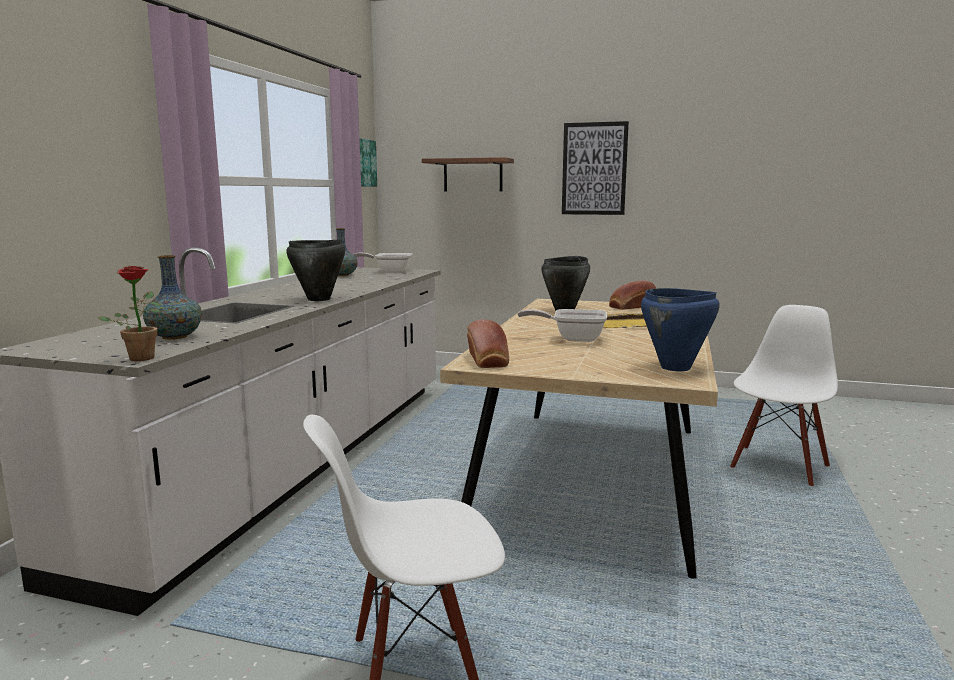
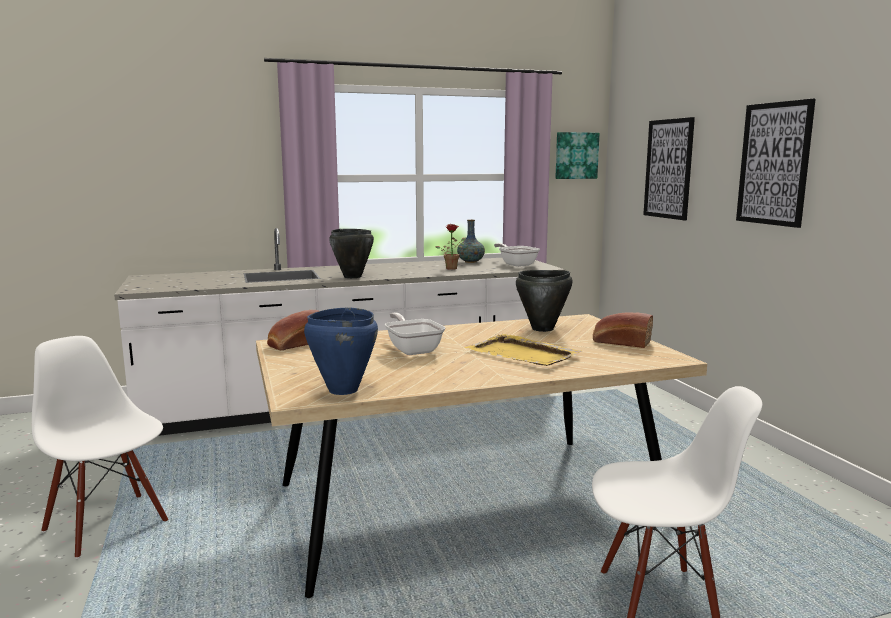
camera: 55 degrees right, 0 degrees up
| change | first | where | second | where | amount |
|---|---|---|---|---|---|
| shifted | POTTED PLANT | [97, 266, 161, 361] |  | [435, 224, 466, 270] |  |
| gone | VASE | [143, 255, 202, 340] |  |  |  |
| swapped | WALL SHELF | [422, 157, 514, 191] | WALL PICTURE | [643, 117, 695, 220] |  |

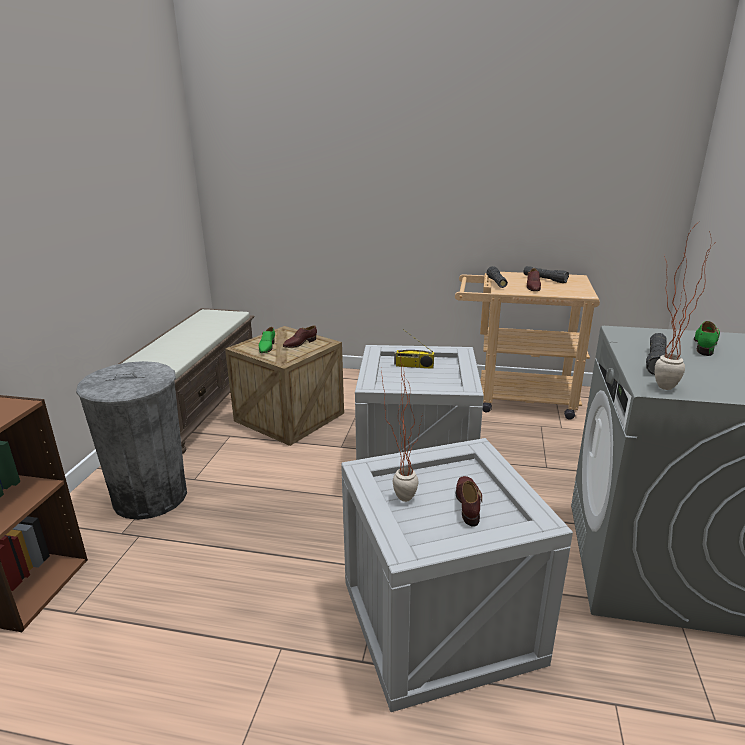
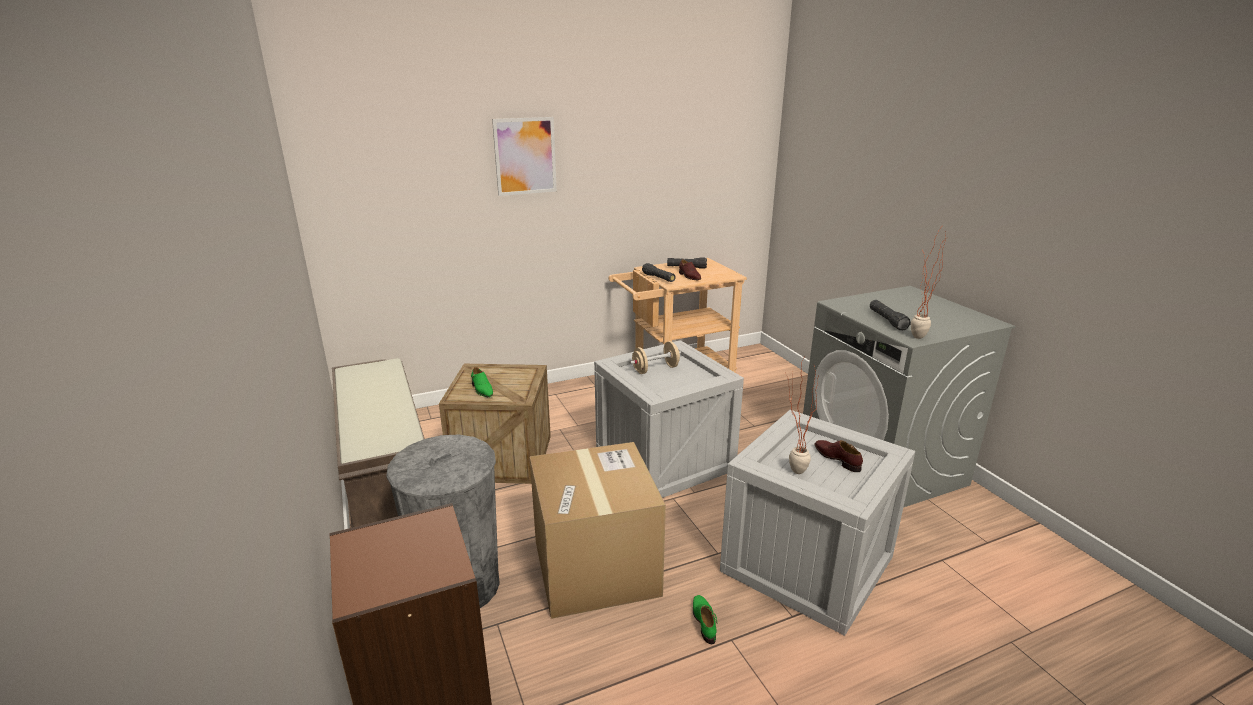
camera: 35 degrees left, 0 degrees up
| change | first | where | second | where | amount |
|---|---|---|---|---|---|
| gone | BROWN-COLOURED SHOE | [283, 325, 317, 348] |  |  |  |
| swapped | RADIO SET | [394, 329, 434, 369] | SAND-COLOURED HAND WEIGHT | [630, 341, 681, 374] |  |
| shifted | GREEN SHOE | [694, 321, 720, 356] |  | [693, 595, 717, 644] |  |
| new |  |  | WALL PICTURE | [492, 117, 557, 196] |  |
| new |  |  | CARTON | [530, 442, 666, 619] |  |

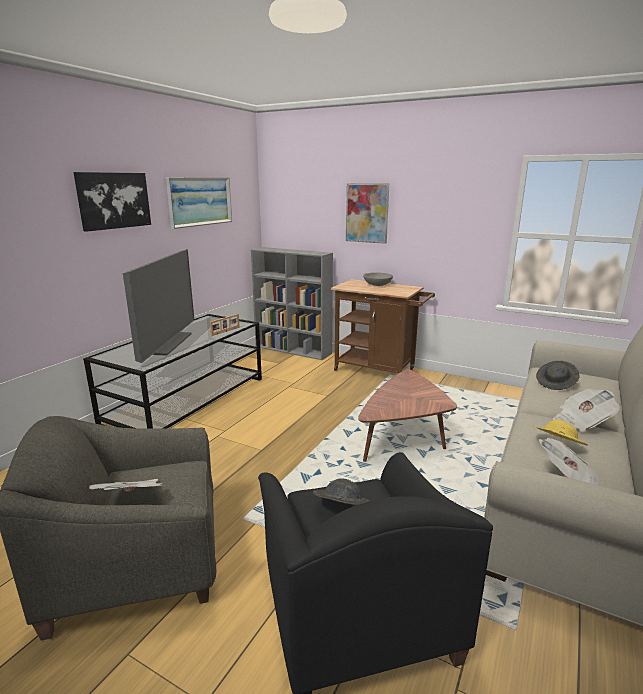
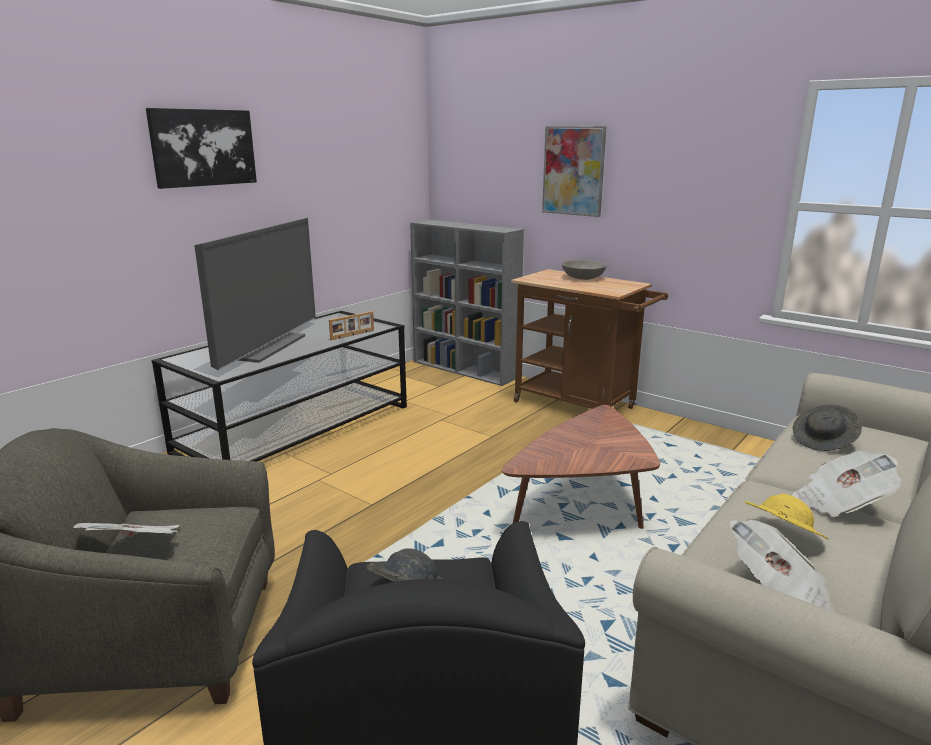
camera: 10 degrees right, 0 degrees up
| change | first | where | second | where | amount |
|---|---|---|---|---|---|
| gone | WALL PICTURE | [166, 177, 232, 229] |  |  |  |

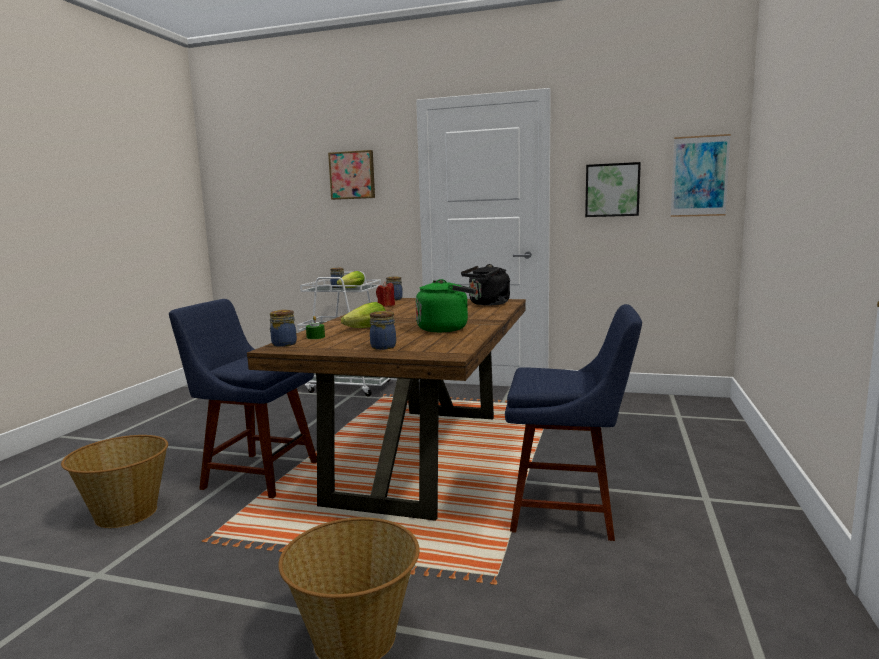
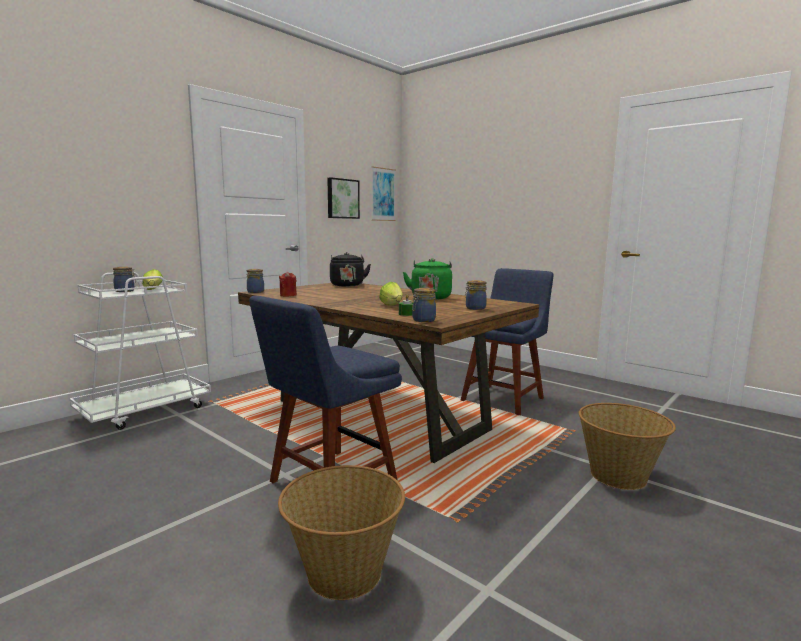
camera: 65 degrees left, 0 degrees up
| change | first | where | second | where | amount |
|---|---|---|---|---|---|
| gone | WALL PICTURE | [328, 150, 375, 200] |  |  |  |

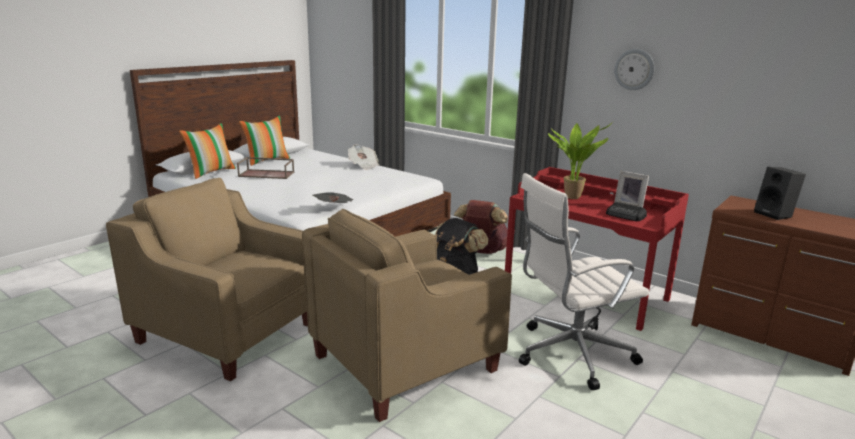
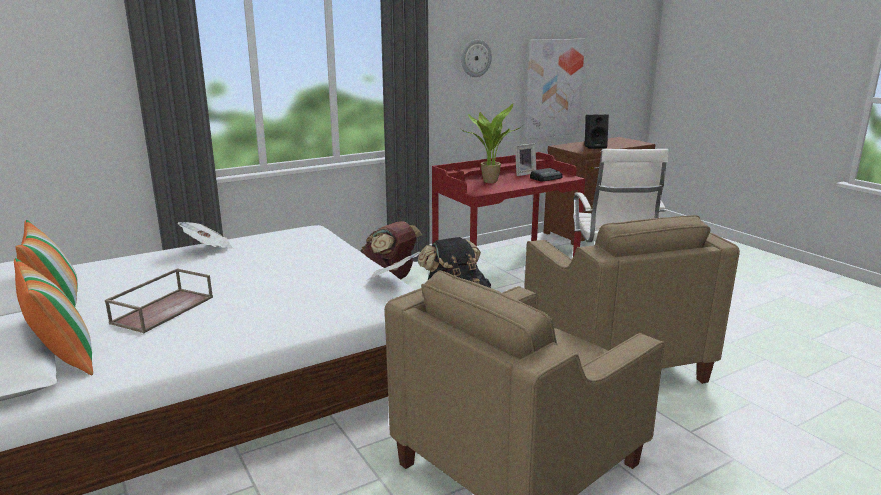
camera: 70 degrees left, 0 degrees up
| change | first | where | second | where | amount |
|---|---|---|---|---|---|
| new |  |  | WALL PICTURE | [525, 39, 585, 139] |  |

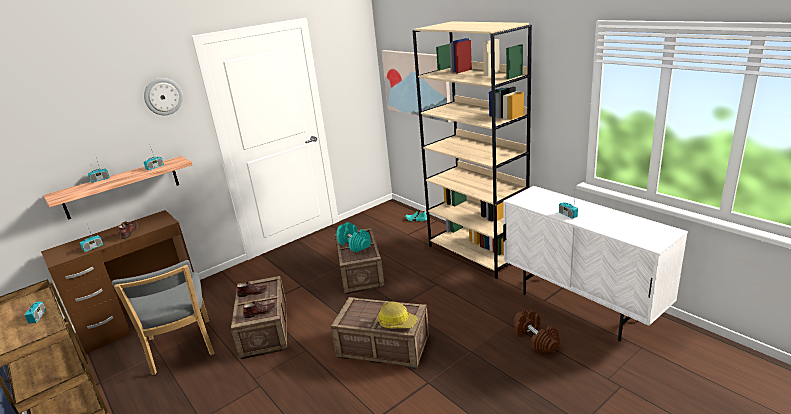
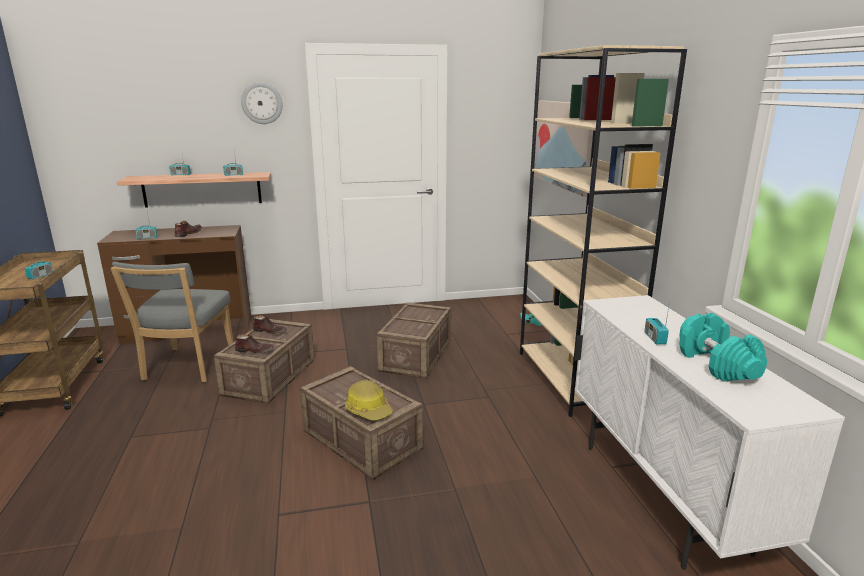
camera: 25 degrees right, 5 degrees down
| change | first | where | second | where | amount |
|---|---|---|---|---|---|
| shifted | BLUE-GREEN HAND WEIGHT | [337, 222, 371, 252] |  | [679, 313, 767, 382] |  |
| gone | BROWN-COLOURED HAND WEIGHT | [514, 310, 560, 354] |  |  |  |

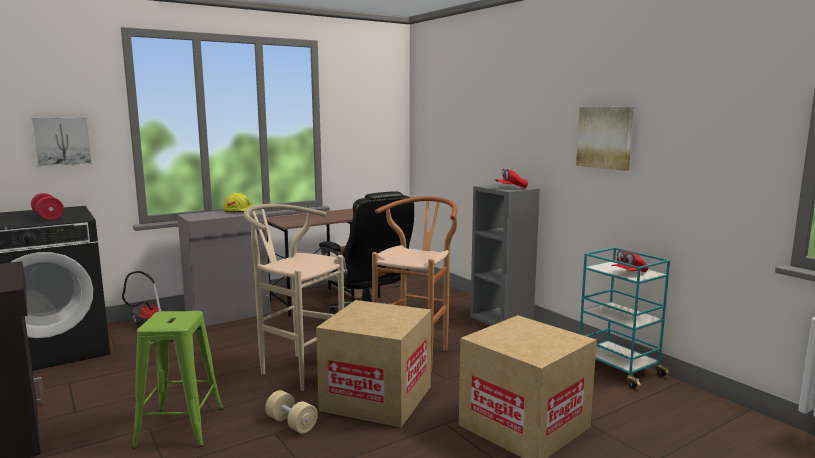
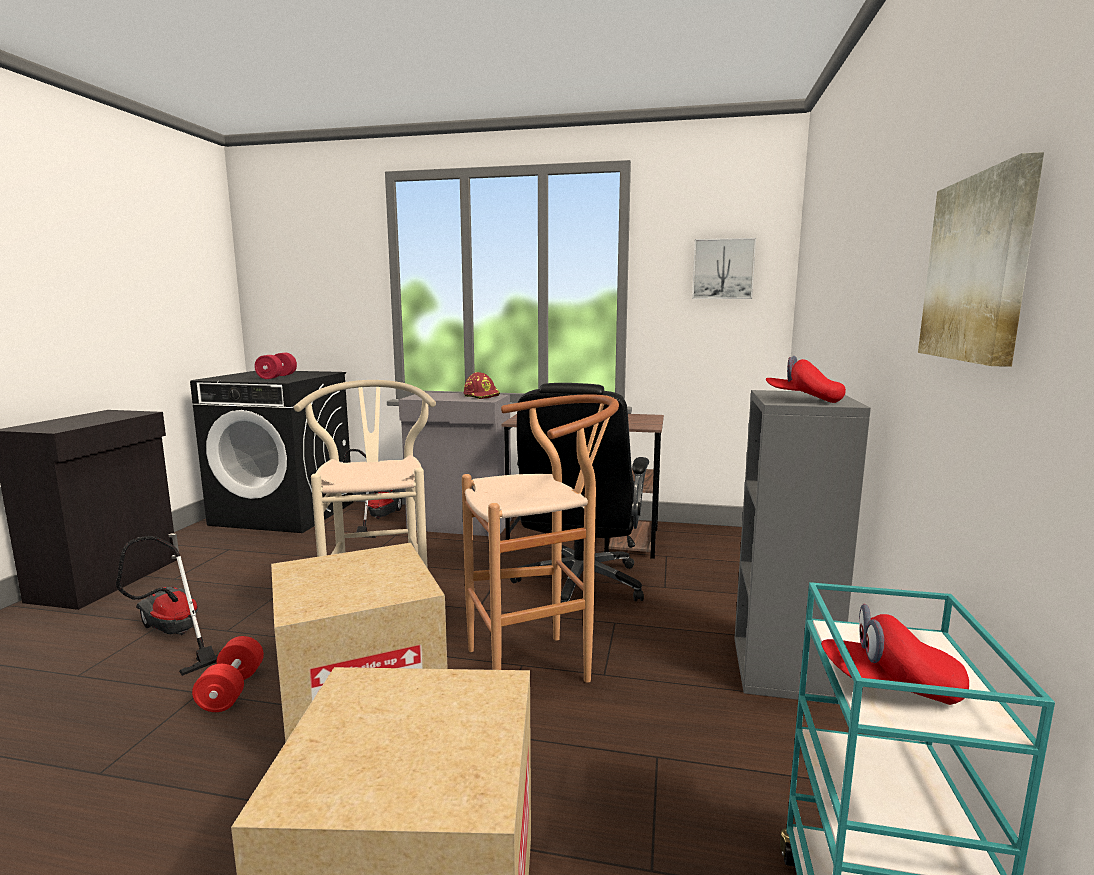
camera: 45 degrees right, 0 degrees up
| change | first | where | second | where | amount |
|---|---|---|---|---|---|
| shifted | WALL PICTURE | [31, 117, 93, 167] |  | [692, 238, 756, 299] |  |
| swapped | GREEN STOOL SEAT | [132, 311, 223, 449] | VACUUM | [116, 536, 220, 676] |  |
| repainted | YELLOWISH WORK HELMET | [223, 193, 254, 213] | RED WORK HELMET | [464, 372, 500, 399] |  |
| repainted | SAND-COLOURED HAND WEIGHT | [265, 390, 318, 434] | RED HAND WEIGHT | [192, 636, 264, 712] |  |

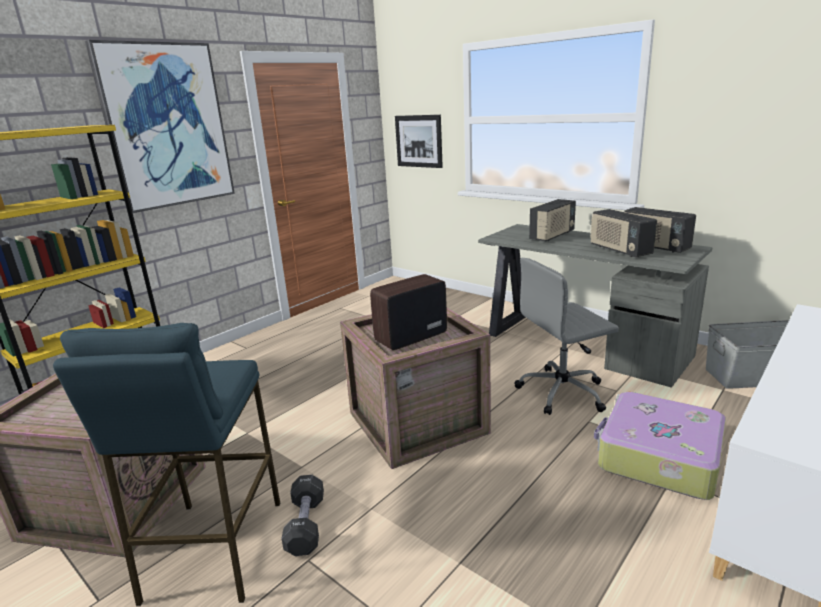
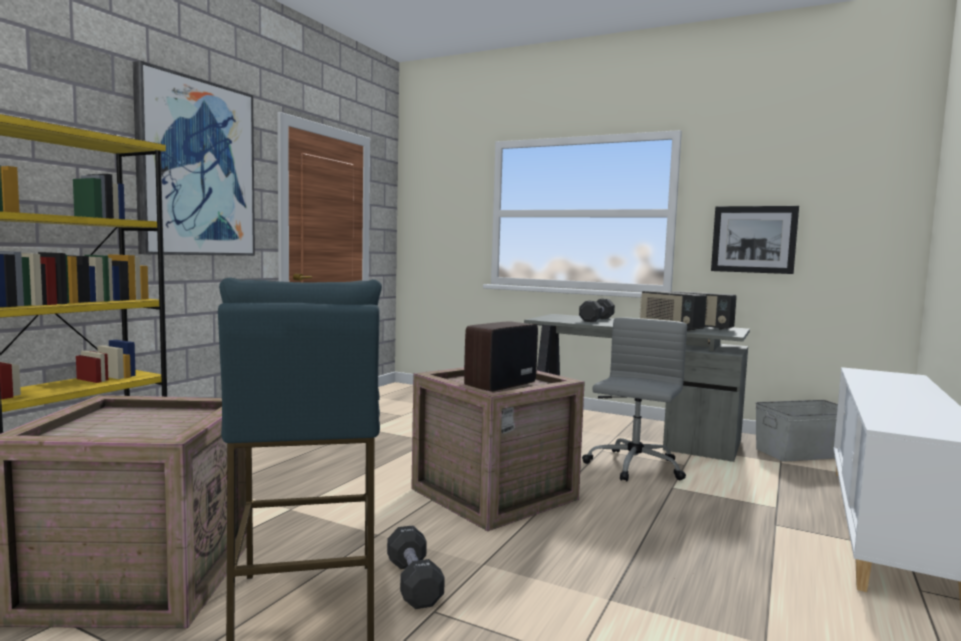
camera: 15 degrees left, 15 degrees down
| change | first | where | second | where | amount |
|---|---|---|---|---|---|
| shifted | WALL PICTURE | [395, 115, 443, 168] |  | [711, 206, 799, 274] |  |
| rotated | GREYISH OFFICE CHAIR | [515, 258, 619, 415] |  | [582, 317, 687, 481] | 150 degrees clockwise |
| swapped | RADIO SET | [529, 199, 576, 241] | BLACK HAND WEIGHT | [579, 299, 615, 322] |  |
| gone | SUITCASE | [594, 392, 726, 500] |  |  |  |

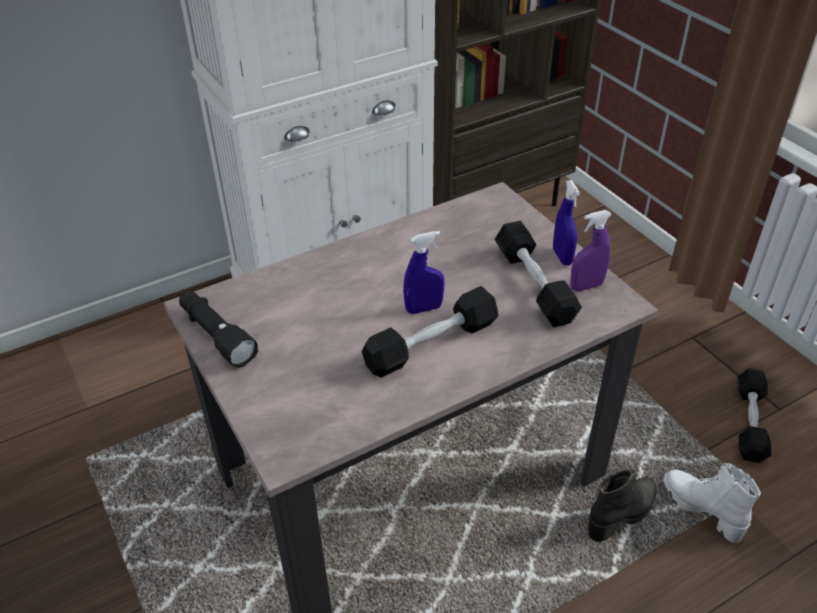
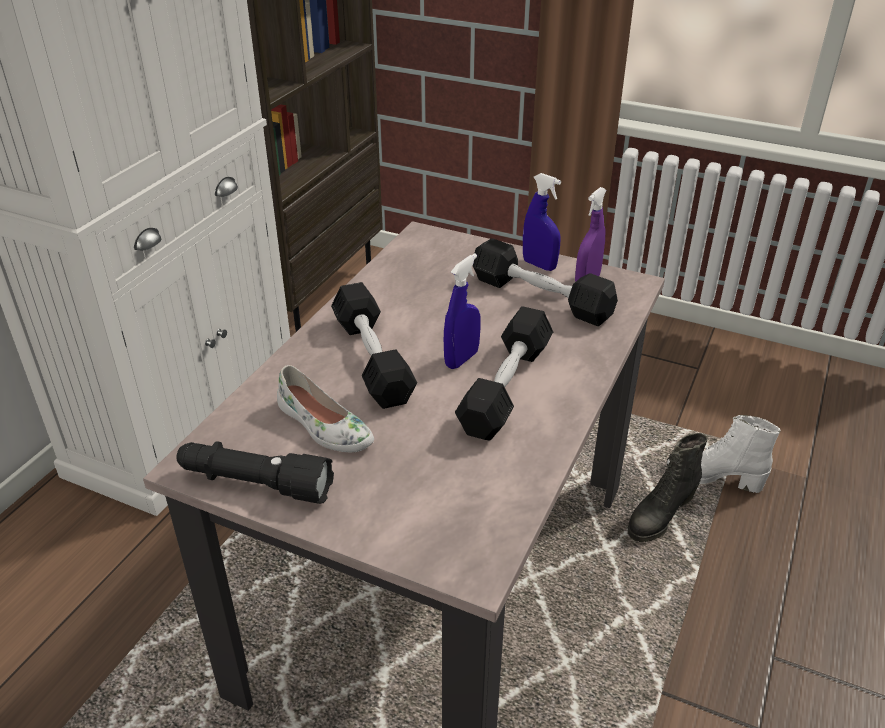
camera: 35 degrees left, 5 degrees down
| change | first | where | second | where | amount |
|---|---|---|---|---|---|
| rotated | BLACK TALL BOOT | [589, 468, 657, 542] |  | [628, 433, 708, 542] | 150 degrees counterclockwise |
| shifted | BLACK HAND WEIGHT | [737, 368, 771, 463] |  | [331, 282, 417, 409] |  |
| new |  |  | WHITISH SHOE | [277, 365, 374, 452] |  |

